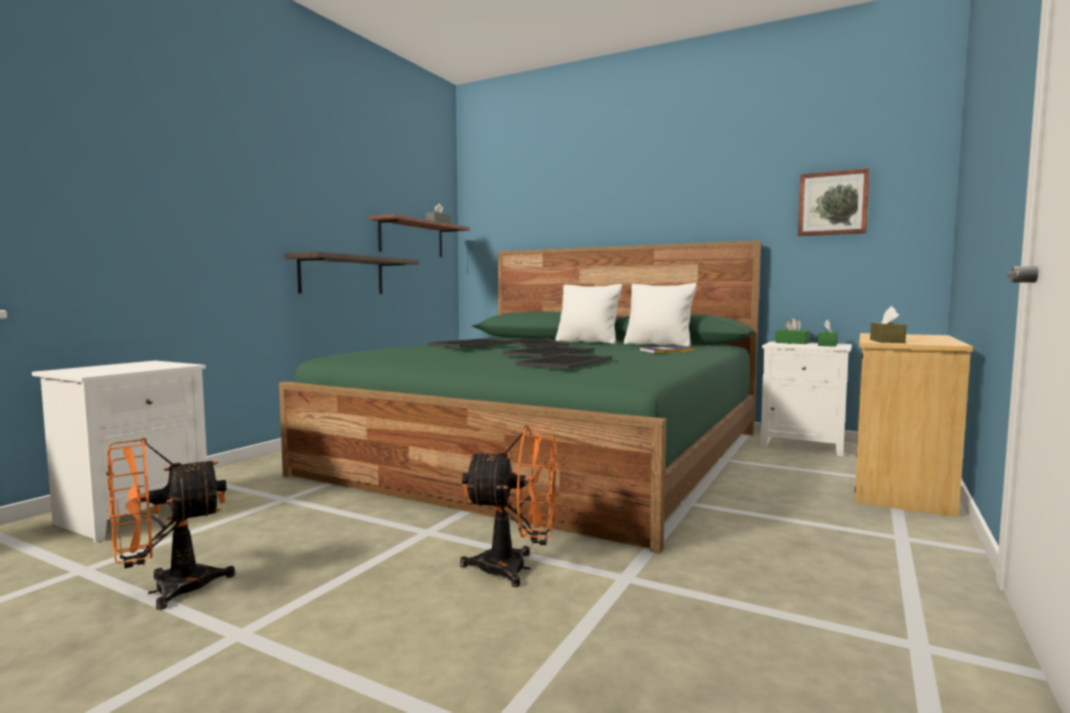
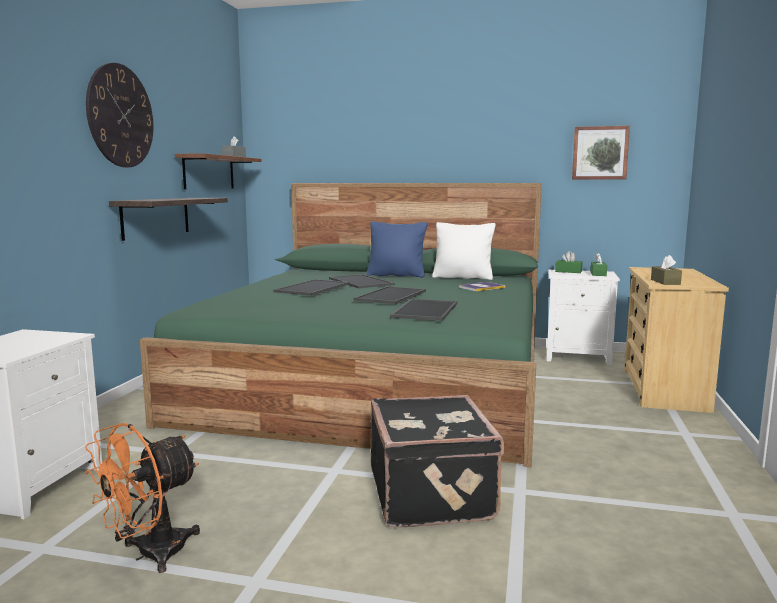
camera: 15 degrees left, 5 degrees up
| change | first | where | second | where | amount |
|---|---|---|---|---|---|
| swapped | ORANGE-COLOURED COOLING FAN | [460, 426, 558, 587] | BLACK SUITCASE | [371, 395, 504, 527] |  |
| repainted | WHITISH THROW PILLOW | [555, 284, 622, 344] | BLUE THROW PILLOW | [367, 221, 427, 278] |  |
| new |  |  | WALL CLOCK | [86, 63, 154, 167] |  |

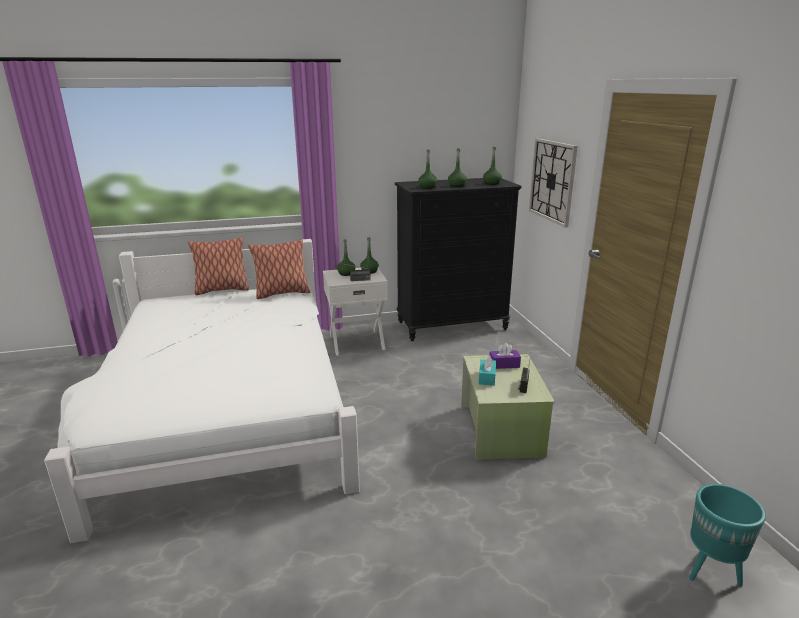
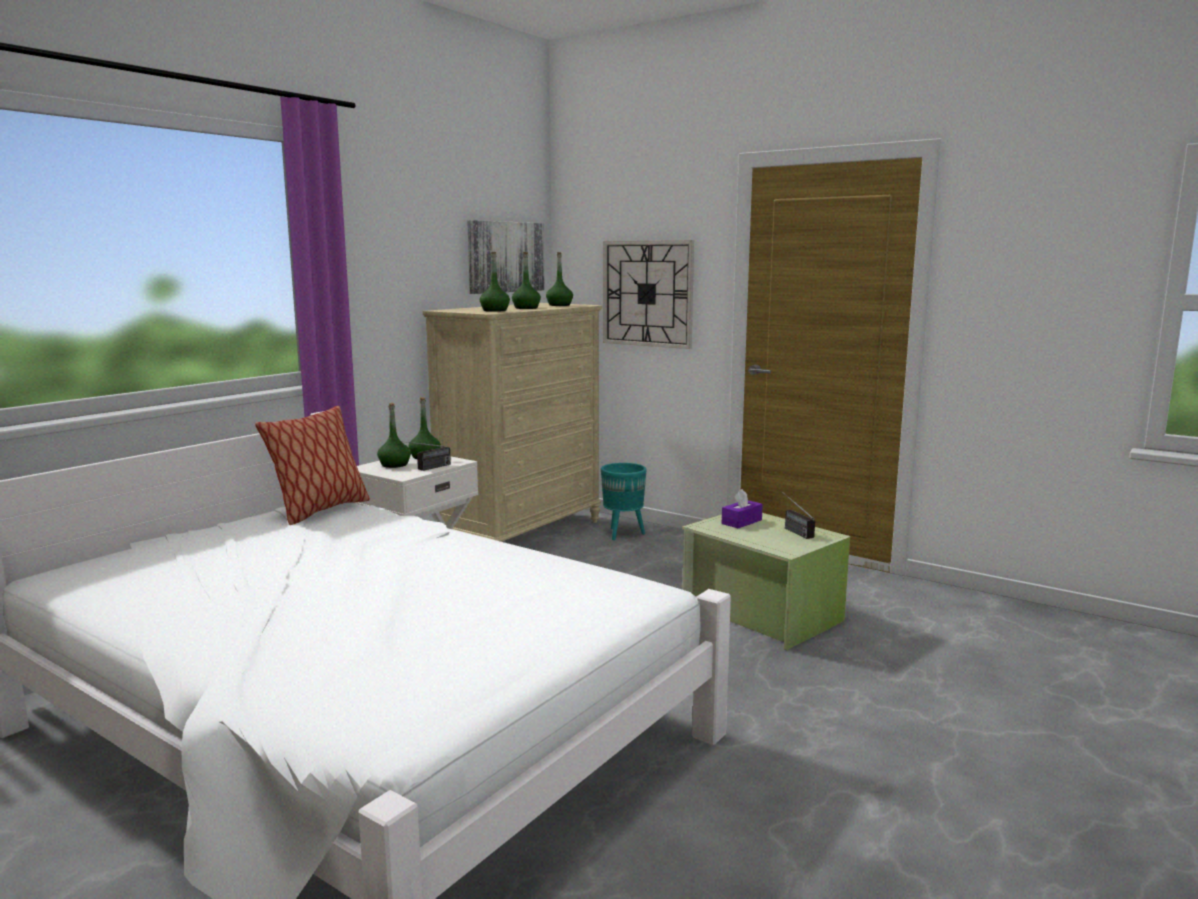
camera: 40 degrees left, 10 degrees down
| change | first | where | second | where | amount |
|---|---|---|---|---|---|
| gone | THROW PILLOW | [188, 237, 249, 295] |  |  |  |
| repainted | BLACK DRESSER | [395, 178, 521, 341] | SAND-COLOURED DRESSER | [423, 303, 602, 542] |  |
| gone | BLUE-GREEN TISSUE BOX | [479, 355, 496, 386] |  |  |  |
| shifted | BLUE-GREEN PLANTER | [689, 484, 766, 586] |  | [601, 463, 647, 540] |  |
| new |  |  | WALL PICTURE | [467, 220, 545, 294] |  |

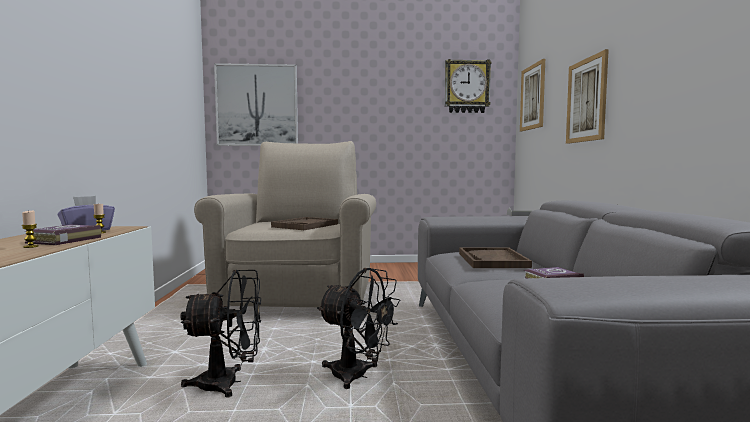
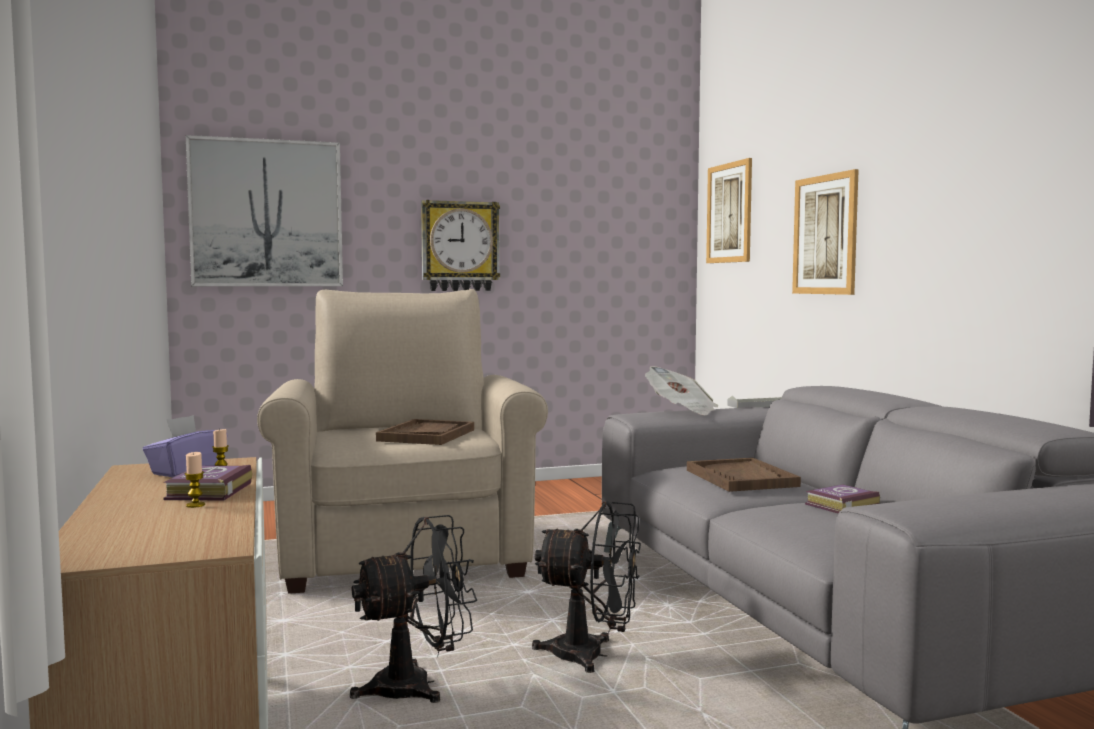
camera: 15 degrees left, 0 degrees up
| change | first | where | second | where | amount |
|---|---|---|---|---|---|
| shifted | WALL CLOCK | [445, 59, 492, 113] |  | [421, 200, 500, 291] |  |
| new |  |  | DAILY PAPER | [645, 366, 718, 415] |  |

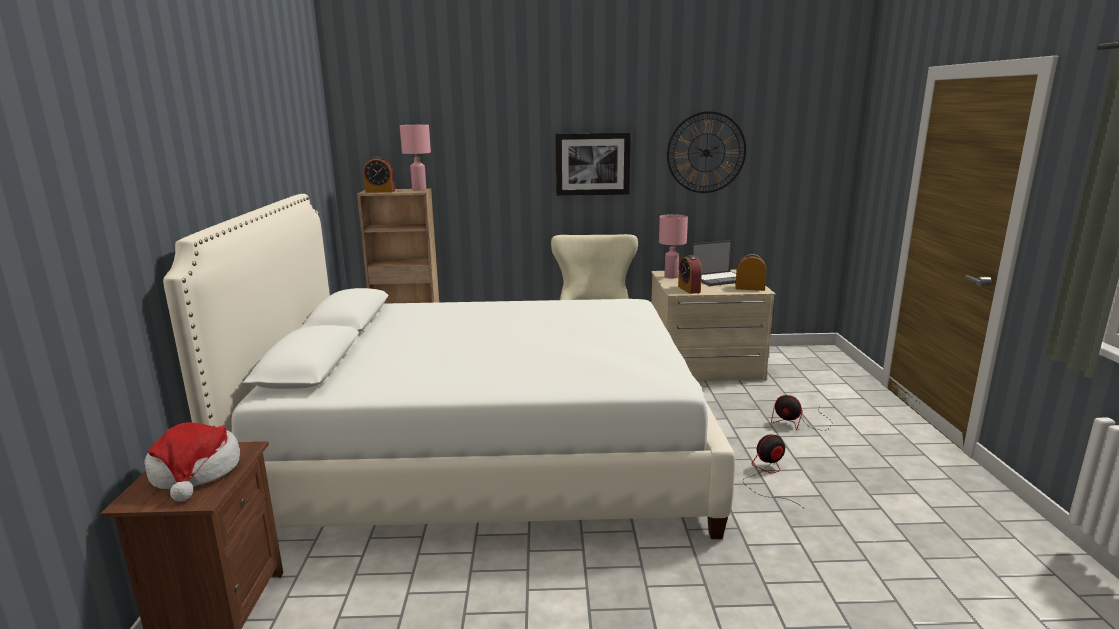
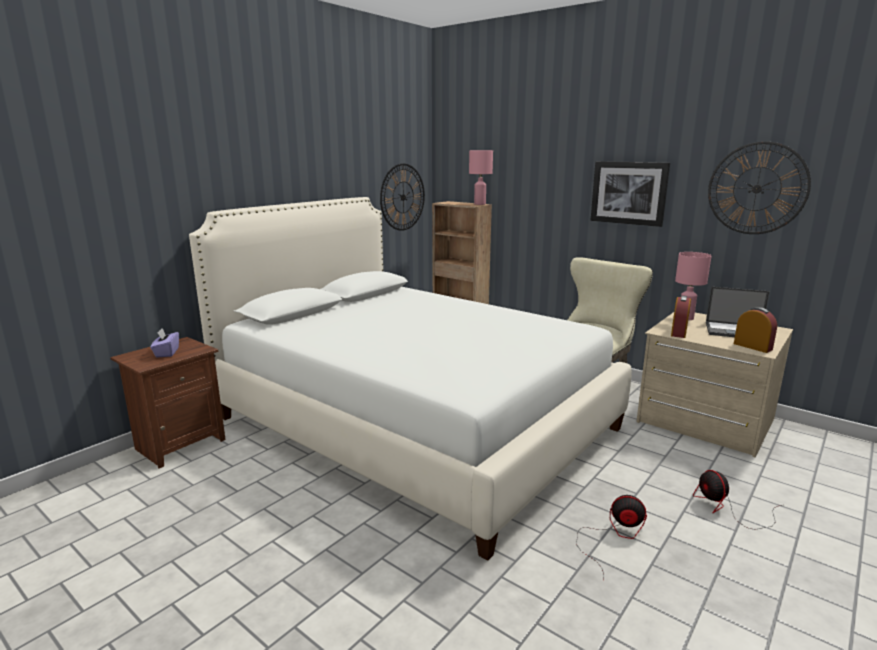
camera: 40 degrees right, 0 degrees up
| change | first | where | second | where | amount |
|---|---|---|---|---|---|
| swapped | HAT | [144, 422, 240, 502] | PURPLISH TISSUE BOX | [150, 328, 179, 357] |  |
| gone | ALARM CLOCK | [363, 156, 395, 193] |  |  |  |
| new |  |  | WALL CLOCK | [380, 163, 425, 231] |  |

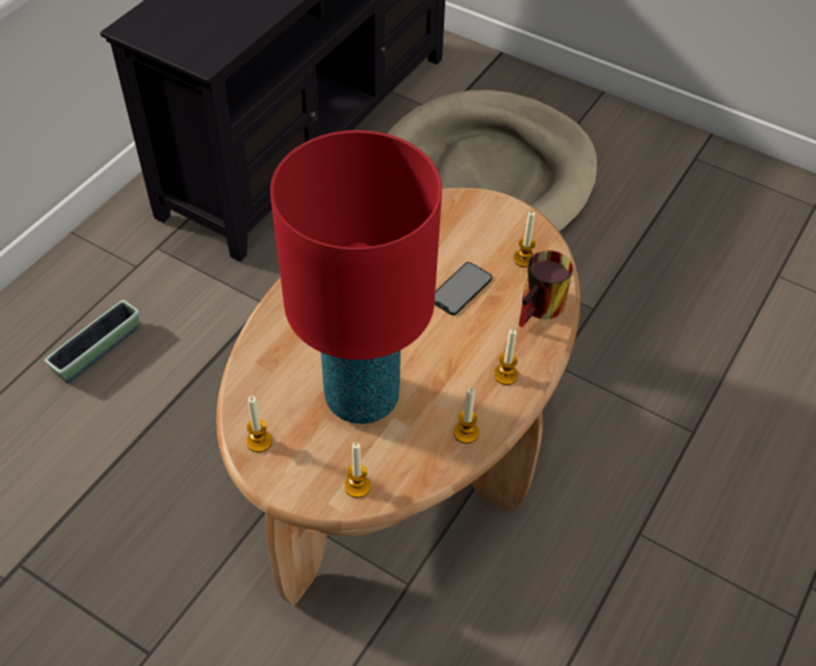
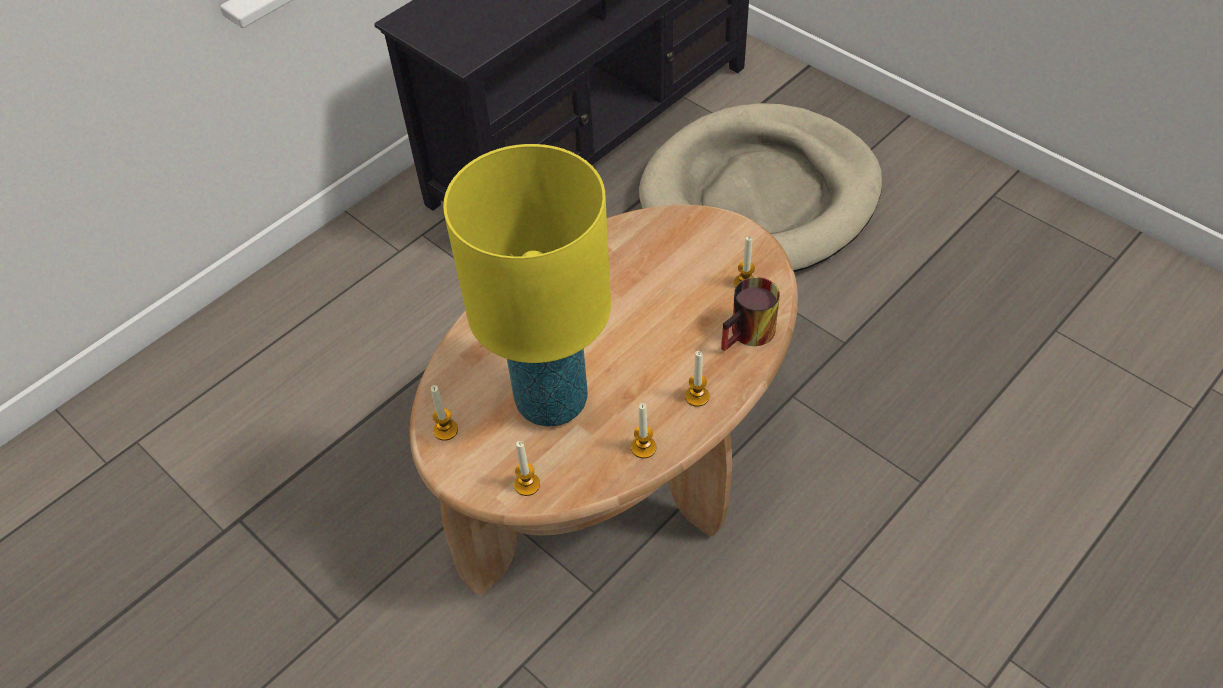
camera: 15 degrees right, 0 degrees up
| change | first | where | second | where | amount |
|---|---|---|---|---|---|
| gone | PLANTER | [45, 300, 140, 383] |  |  |  |
| repainted | RED TABLE LAMP | [270, 130, 442, 424] | YELLOWISH TABLE LAMP | [443, 144, 611, 427] |  |
| gone | TELEPHONE | [434, 262, 492, 315] |  |  |  |

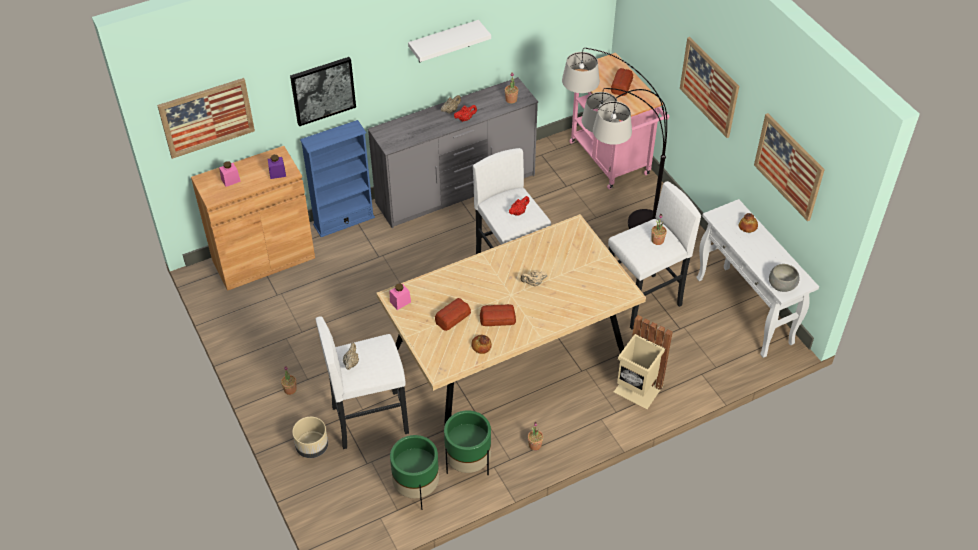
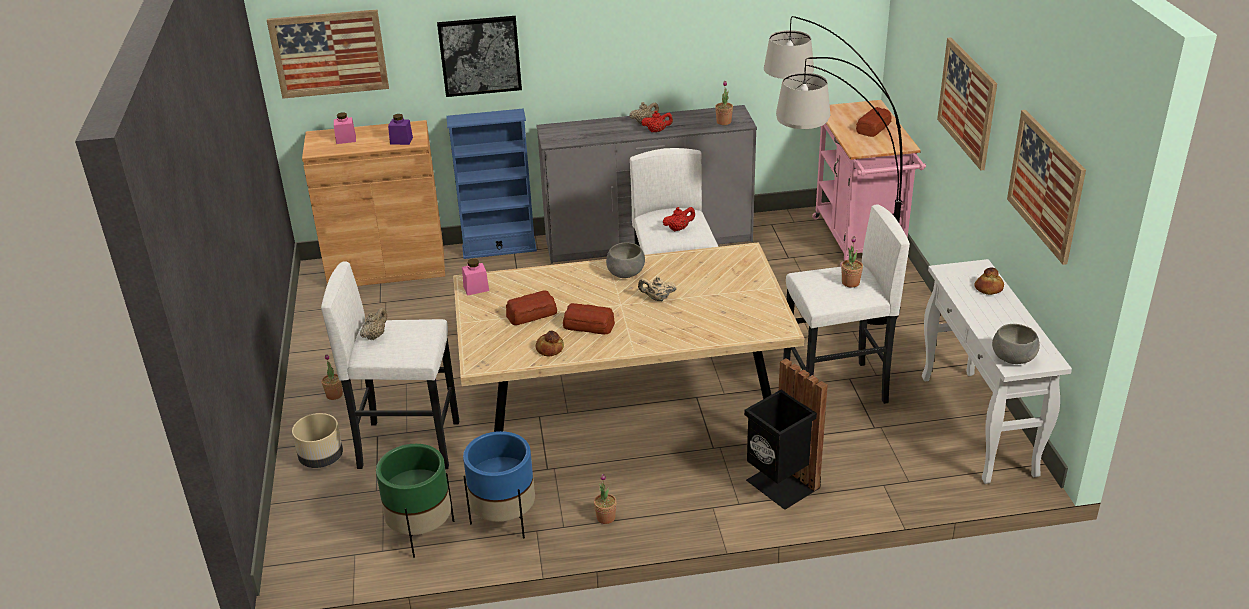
camera: 20 degrees right, 15 degrees down
| change | first | where | second | where | amount |
|---|---|---|---|---|---|
| gone | WHITISH WALL SHELF | [408, 20, 491, 63] |  |  |  |
| repainted | GREEN PLANTER | [444, 410, 491, 475] | BLUE PLANTER | [463, 431, 535, 539] |  |
| repainted | SAND-COLOURED TRASH CAN | [614, 315, 673, 409] | BLACK TRASH CAN | [744, 358, 828, 510] |  |
| new |  |  | GREYISH BOWL | [606, 242, 645, 278] |  |

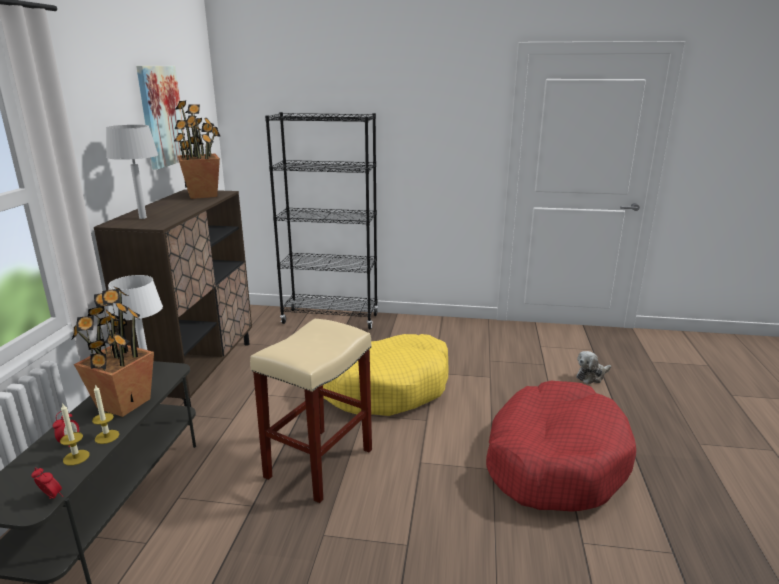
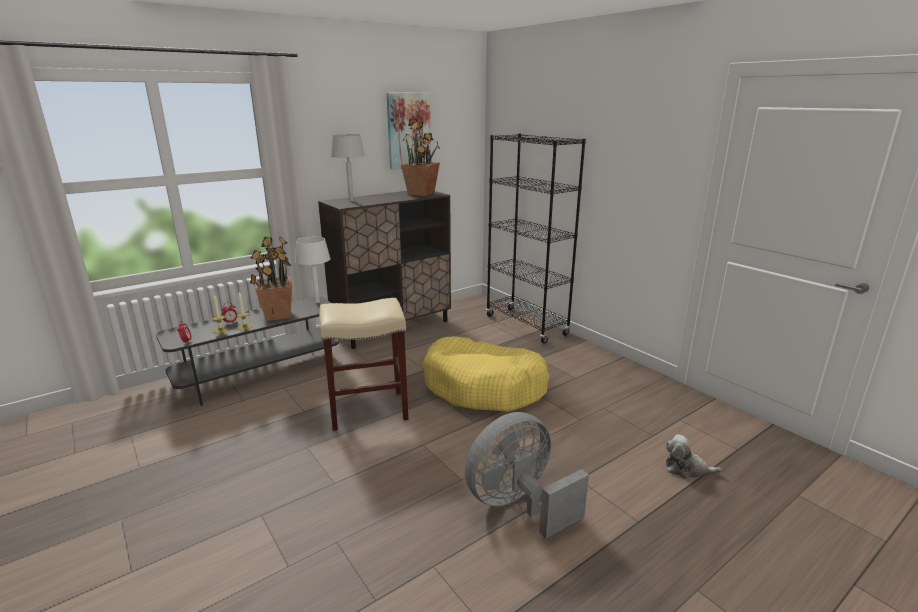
camera: 45 degrees right, 0 degrees up
| change | first | where | second | where | amount |
|---|---|---|---|---|---|
| swapped | RED DOG CUSHION | [486, 381, 636, 512] | GREYISH COOLING FAN | [465, 412, 589, 538] |  |

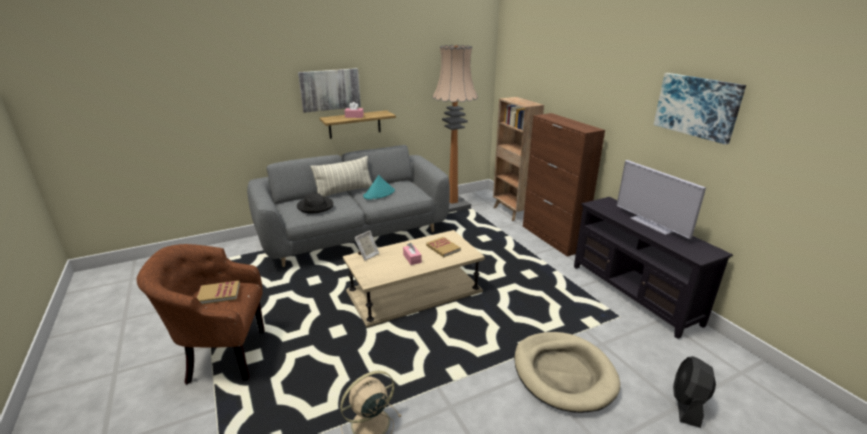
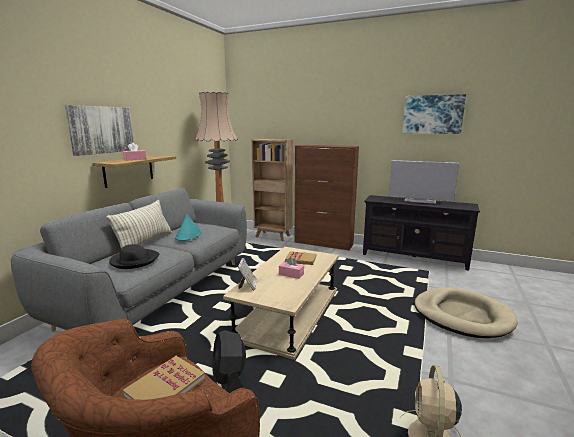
camera: 40 degrees left, 10 degrees down
| change | first | where | second | where | amount |
|---|---|---|---|---|---|
| shifted | BLACK COOLING FAN | [673, 356, 716, 428] |  | [213, 330, 246, 393] |  |

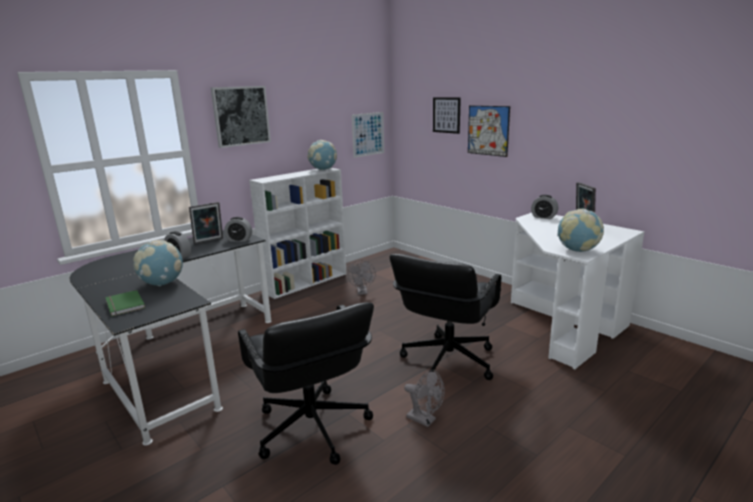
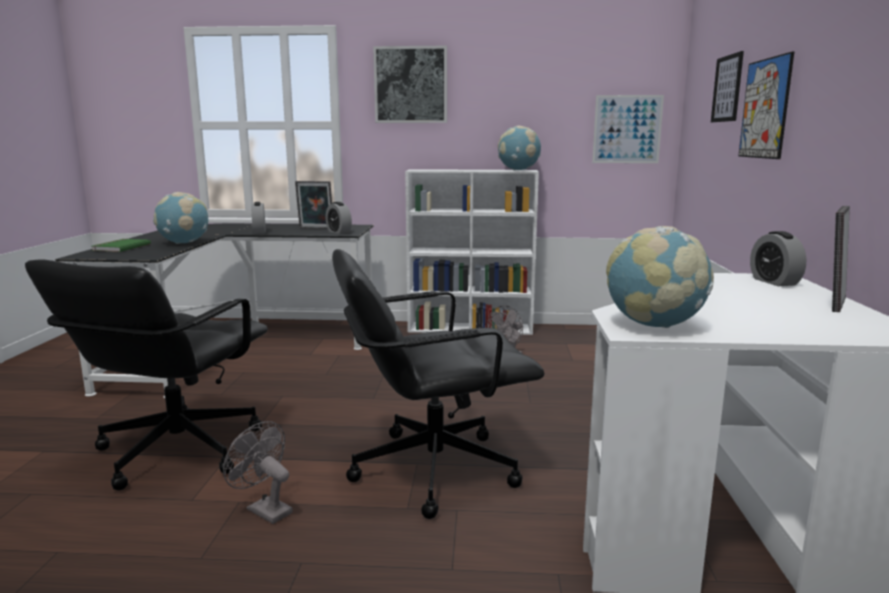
camera: 45 degrees right, 5 degrees down
| change | first | where | second | where | amount |
|---|---|---|---|---|---|
| rotated | GREYISH COOLING FAN | [404, 370, 445, 427] |  | [223, 421, 293, 524] | 135 degrees clockwise |

